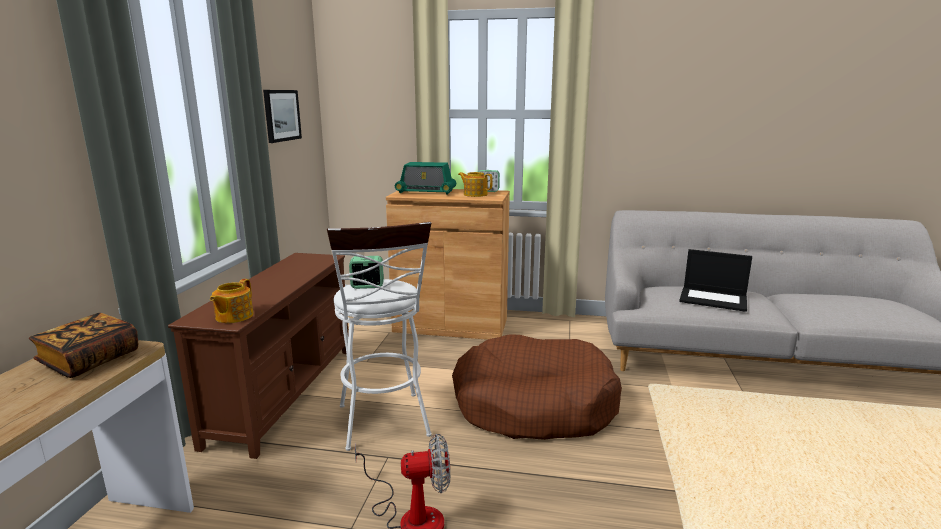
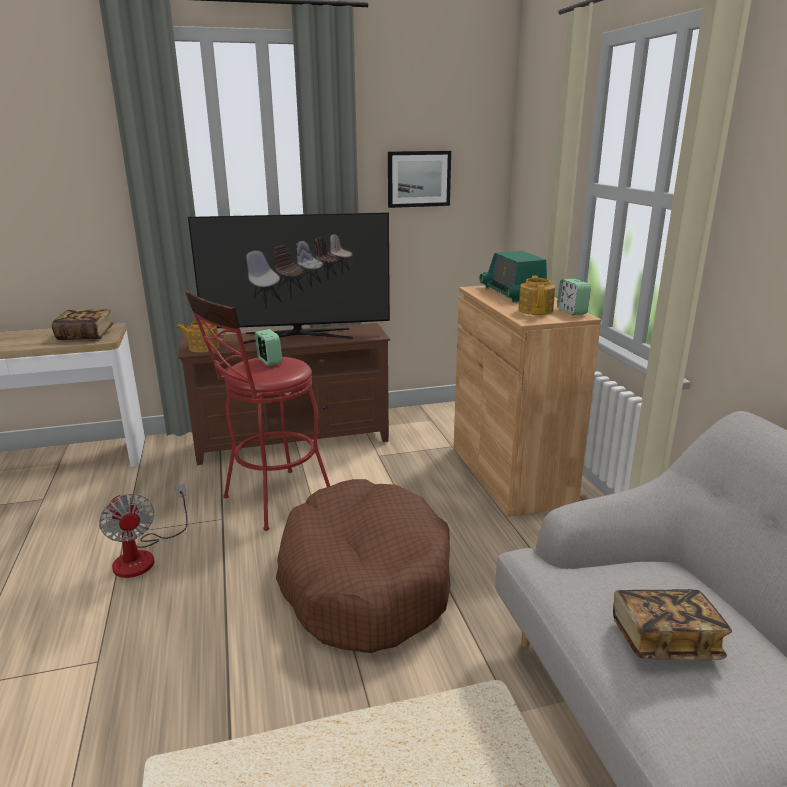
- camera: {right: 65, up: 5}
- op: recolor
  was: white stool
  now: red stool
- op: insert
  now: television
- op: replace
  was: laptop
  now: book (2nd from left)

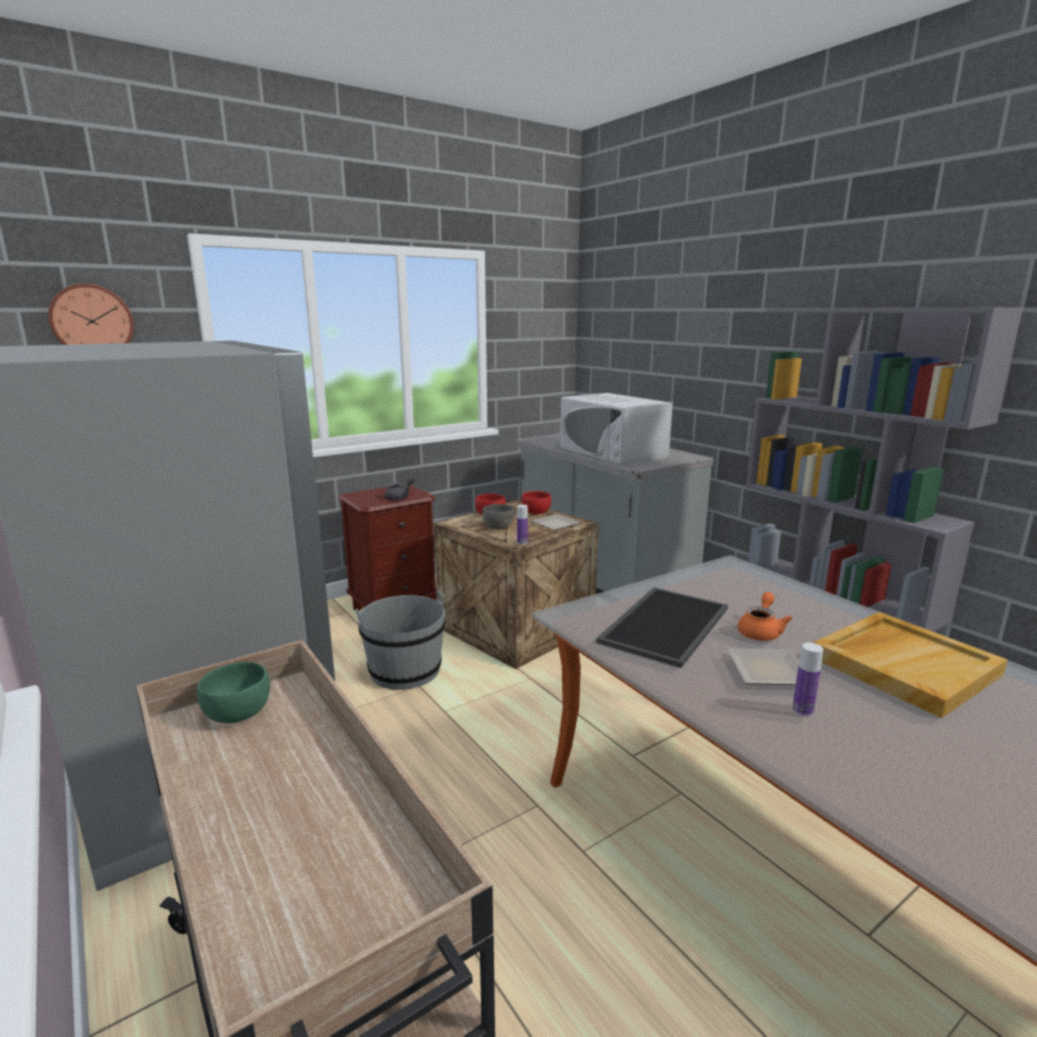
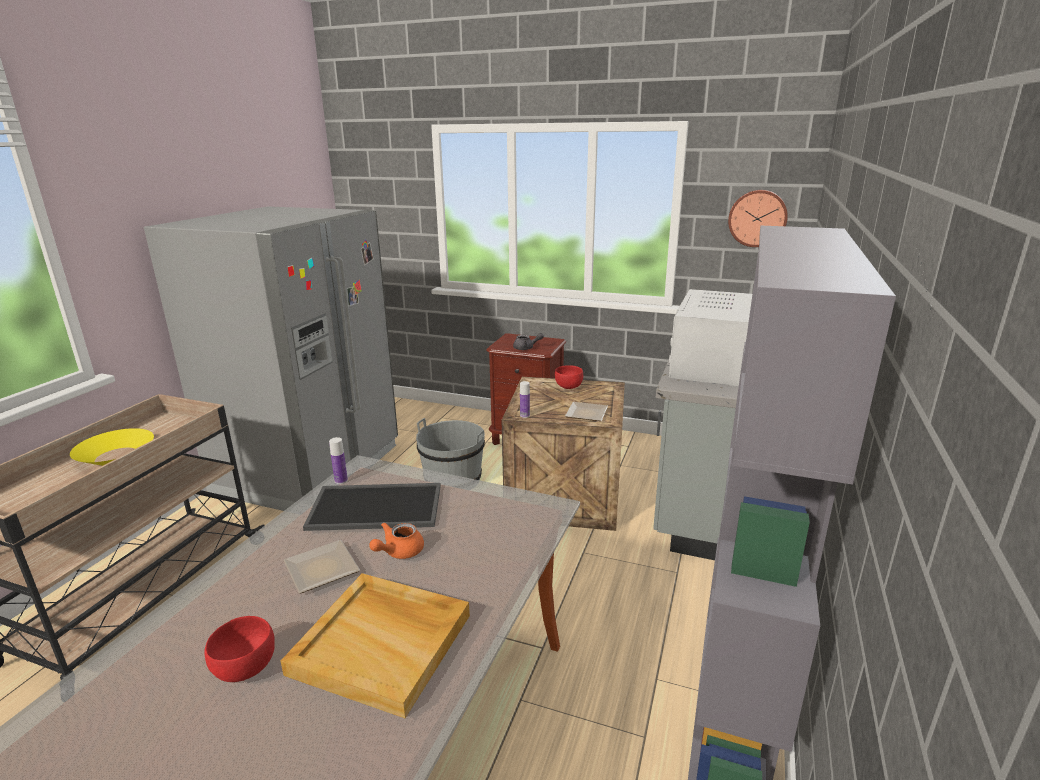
- camera: {right: 55, up: 5}
- op: insert
  now: yellow bowl
- op: move
  was: red bowl (2nd from left in the first image)
  now: red bowl (1st from left)
- op: move
  was: bottle (2nd from left in the first image)
  now: bottle (1st from left)
- op: rotate
  was: orange teapot
  clockwise: 135
- op: move
  was: wall clock
- op: delete
  was: green bowl
- op: delete
  was: grey bowl

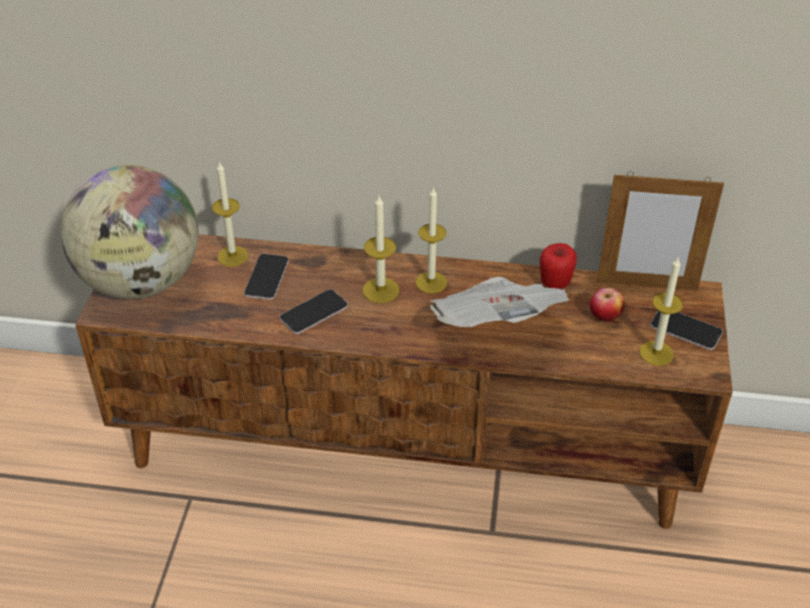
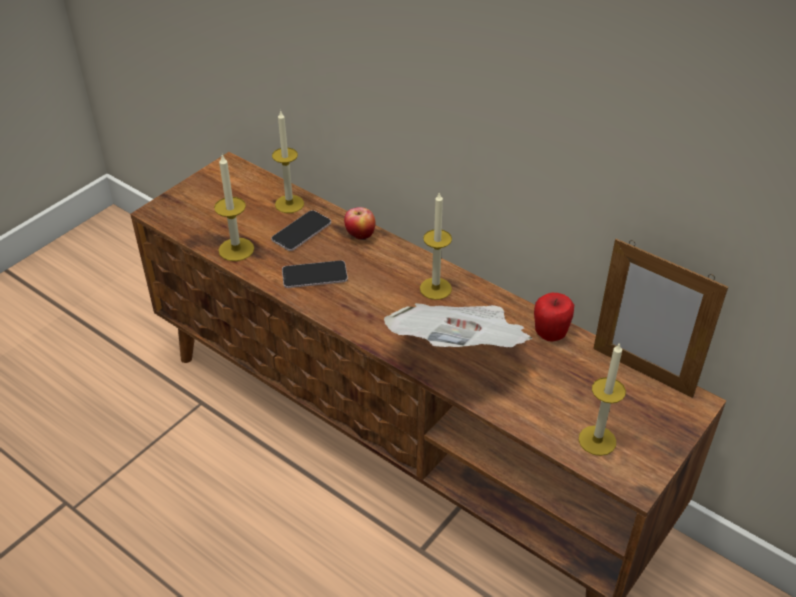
- camera: {right: 30, up: 0}
- op: move
  was: candle (2nd from left in the first image)
  now: candle (1st from left)
- op: move
  was: apple (2nd from left in the first image)
  now: apple (1st from left)
- op: delete
  was: globe
- op: delete
  was: phone (3rd from left)

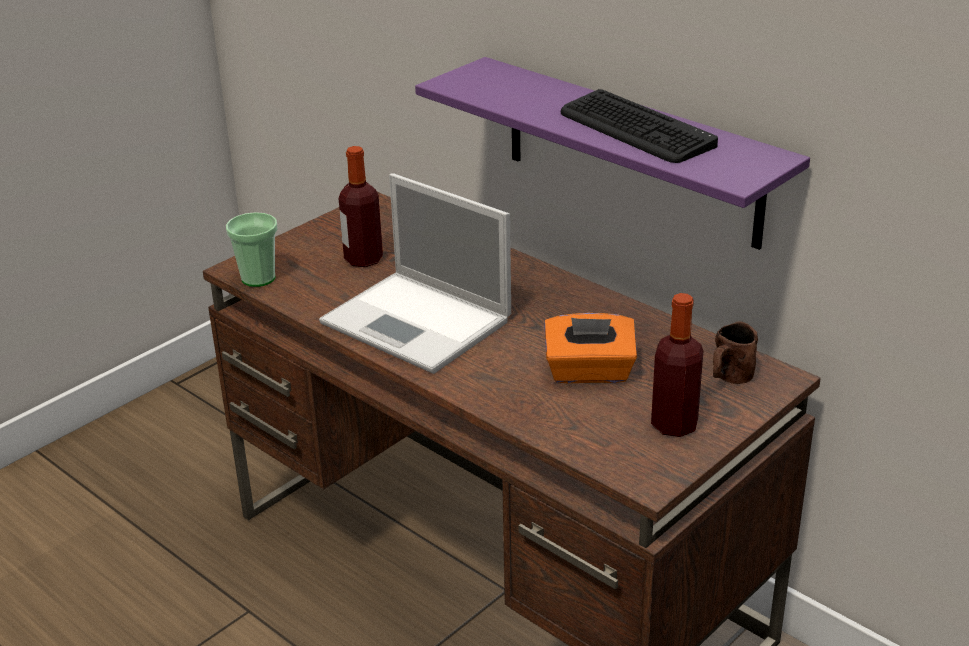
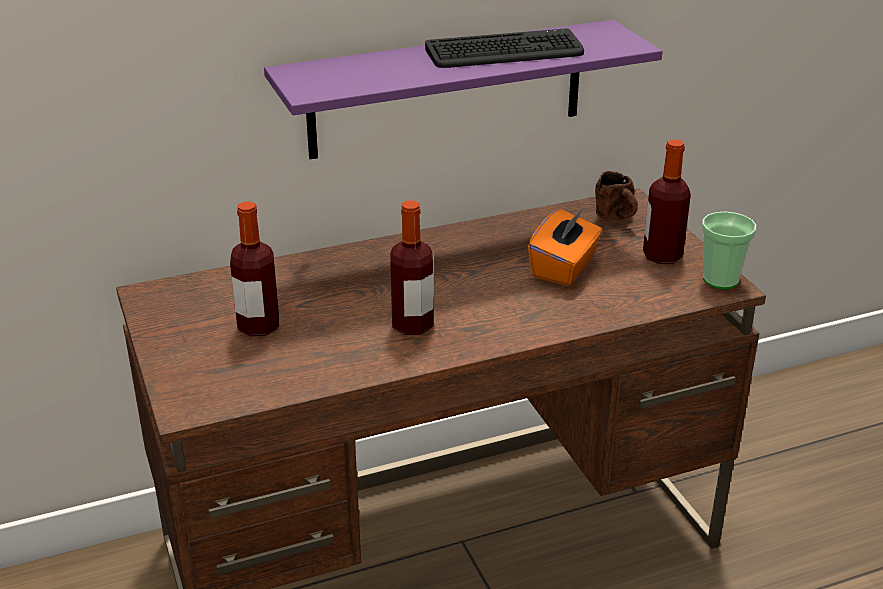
- camera: {right: -65, up: 0}
- op: replace
  was: laptop
  now: bottle (2nd from left)
- op: move
  was: cup

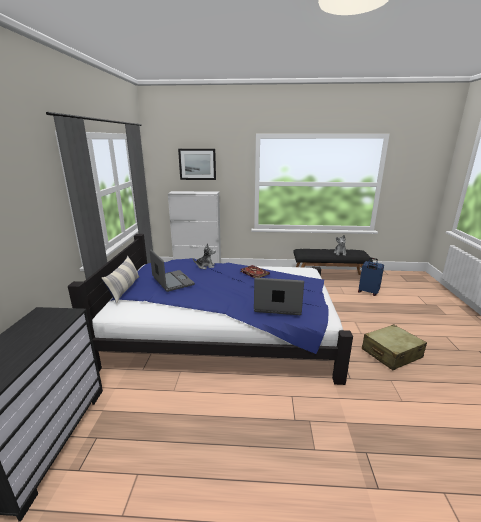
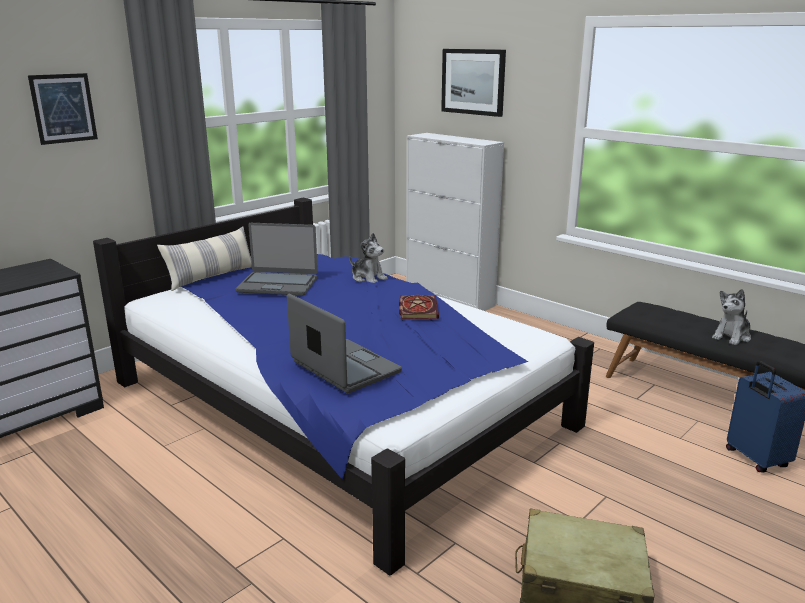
- camera: {right: 40, up: 0}
- op: insert
  now: picture (1st from left)
- op: rotate
  was: laptop (1st from left)
  clockwise: 90

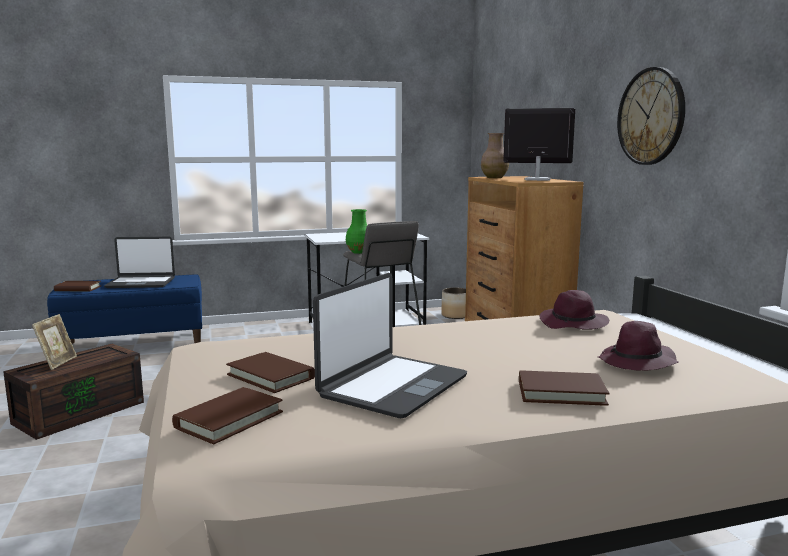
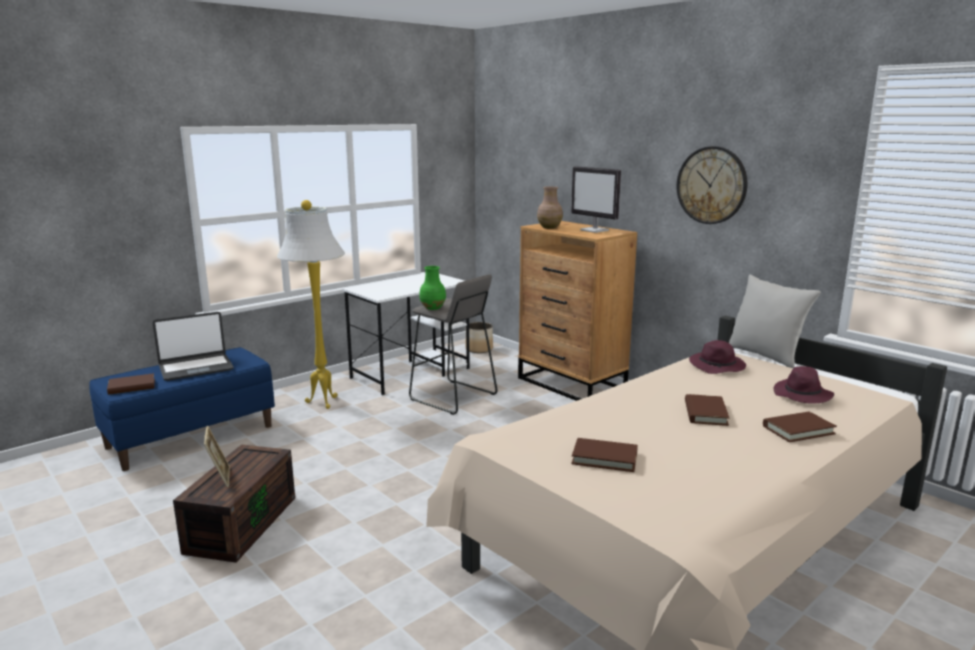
- camera: {right: -25, up: 5}
- op: insert
  now: white floor lamp
- op: rotate
  was: monitor
  clockwise: -120
- op: move
  was: brown book (2nd from left in the first image)
  now: brown book (3rd from left)
- op: insert
  now: grey pillow
- op: delete
  was: laptop (2nd from left)

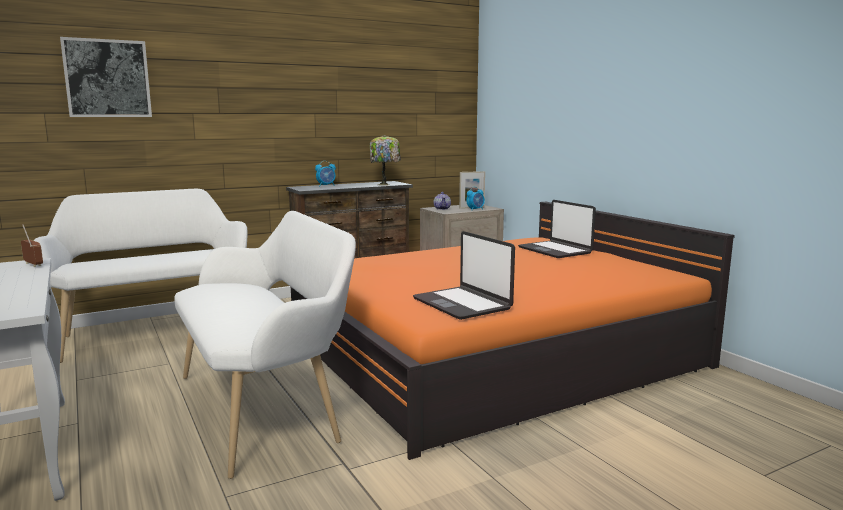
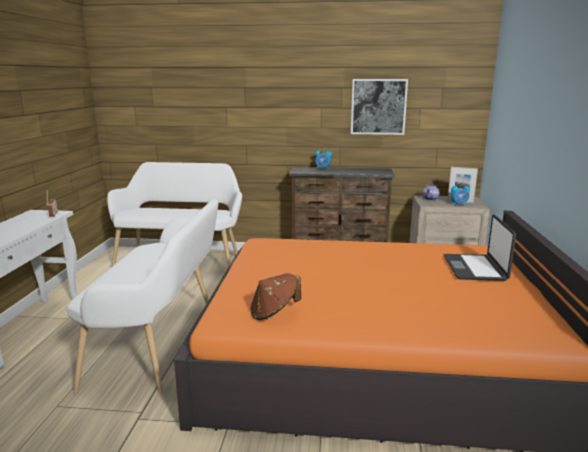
- camera: {right: 35, up: 5}
- op: replace
  was: laptop (1st from left)
  now: brown hat
- op: move
  was: picture
- op: delete
  was: table lamp

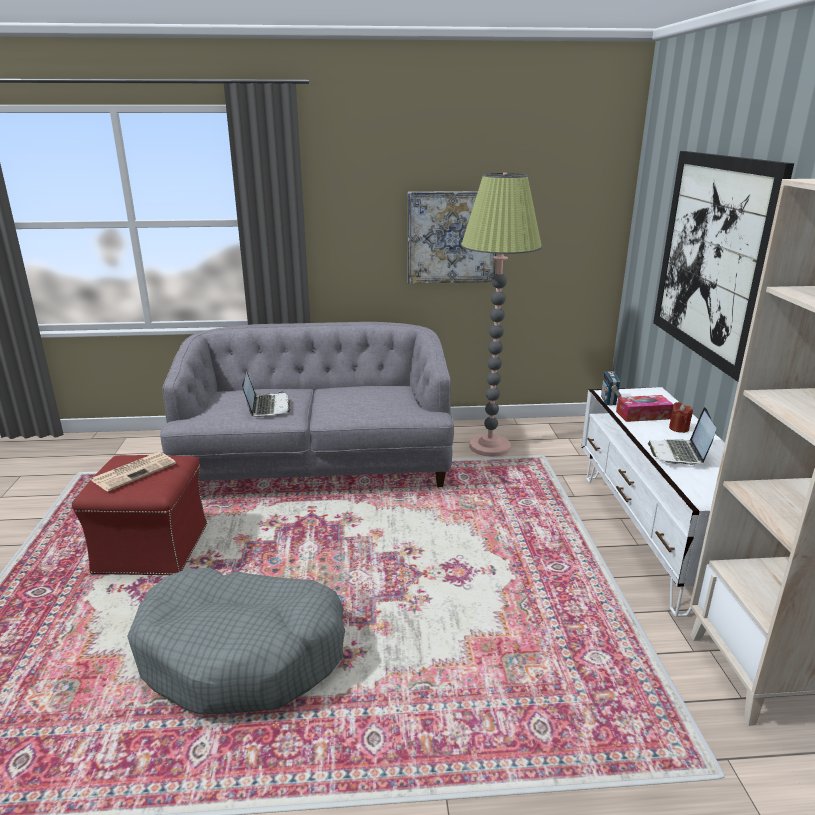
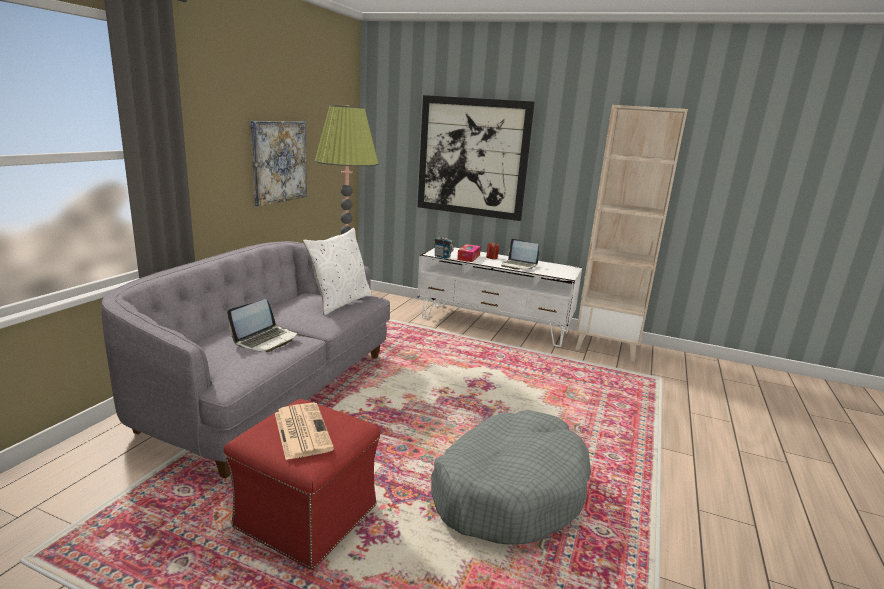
- camera: {right: -65, up: -5}
- op: rotate
  was: laptop (1st from left)
  clockwise: 105
- op: insert
  now: white pillow

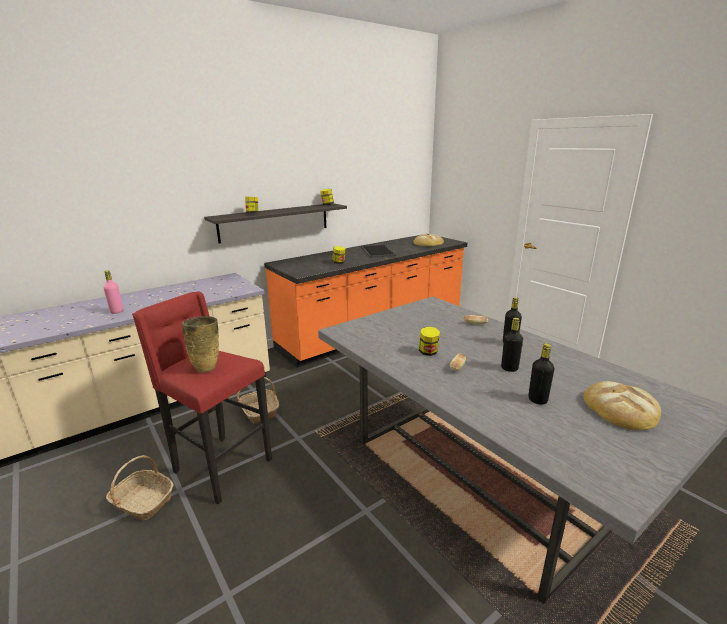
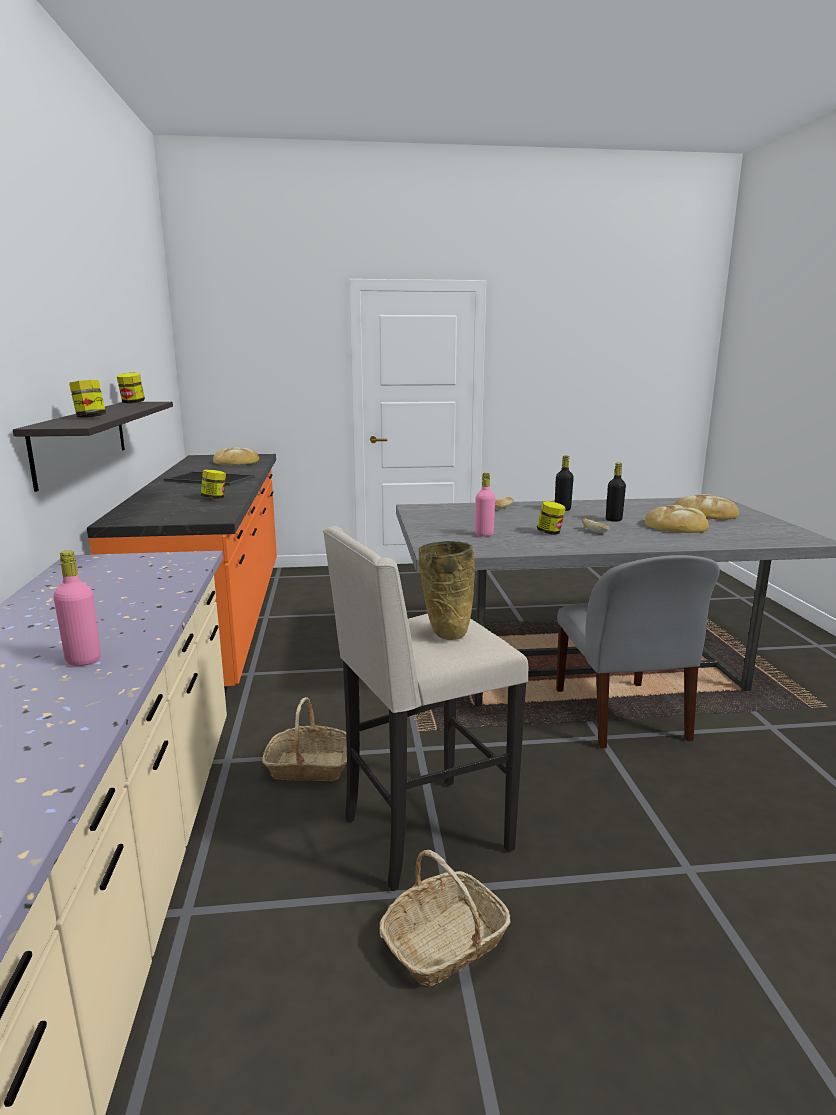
- camera: {right: -60, up: -5}
- op: recolor
  was: red stool
  now: beige stool
- op: insert
  now: pink bottle (2nd from left)
- op: insert
  now: grey chair
- op: replace
  was: black bottle (3rd from left)
  now: bread (4th from left)

